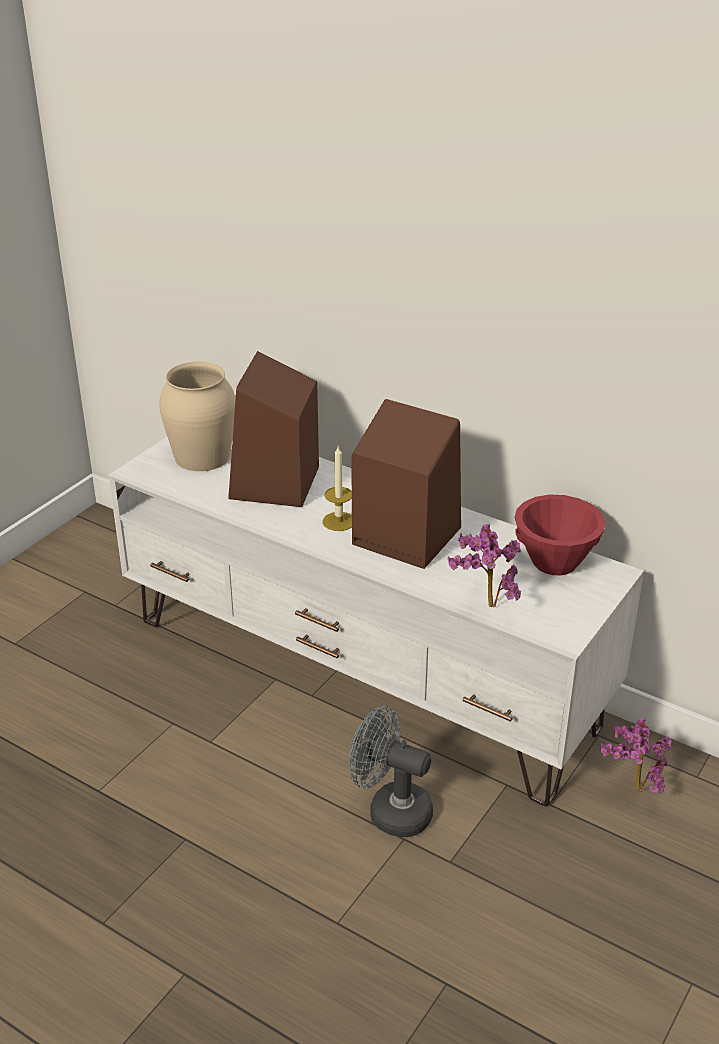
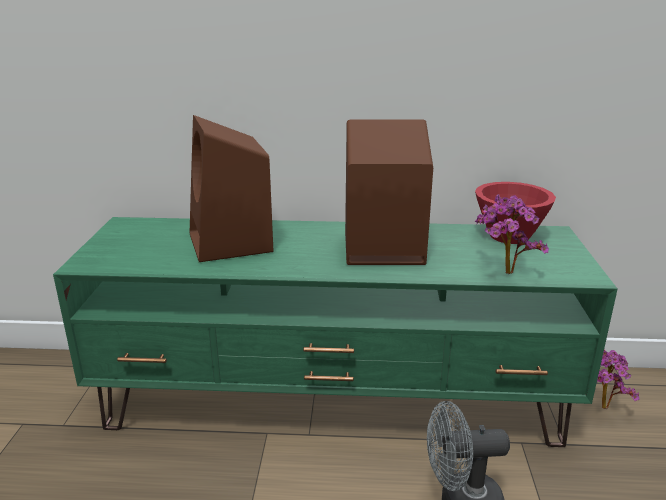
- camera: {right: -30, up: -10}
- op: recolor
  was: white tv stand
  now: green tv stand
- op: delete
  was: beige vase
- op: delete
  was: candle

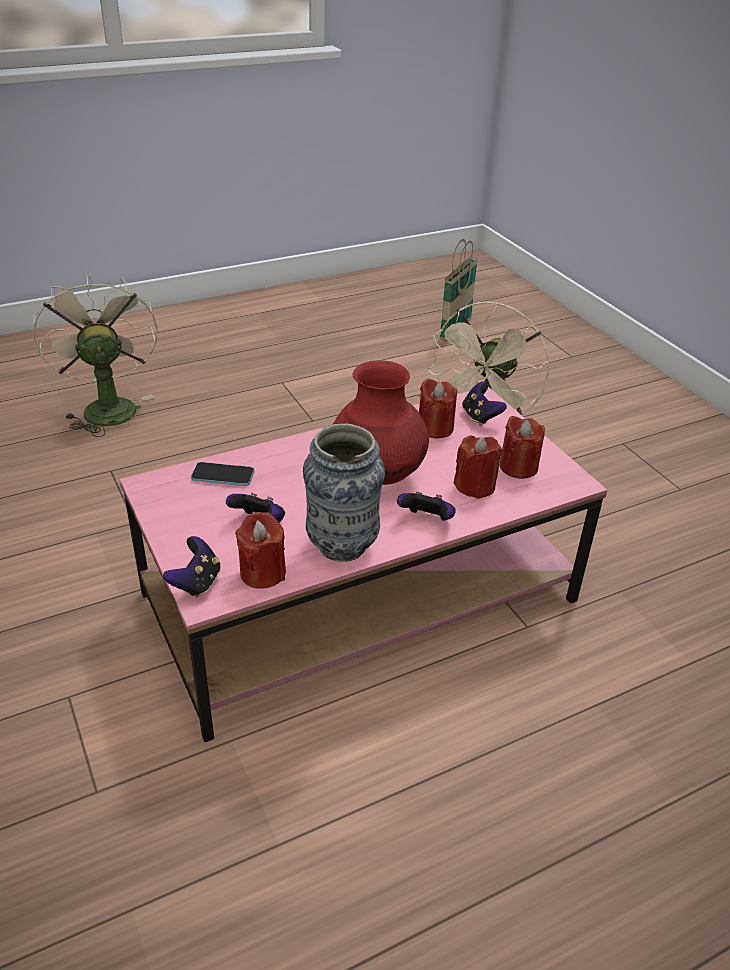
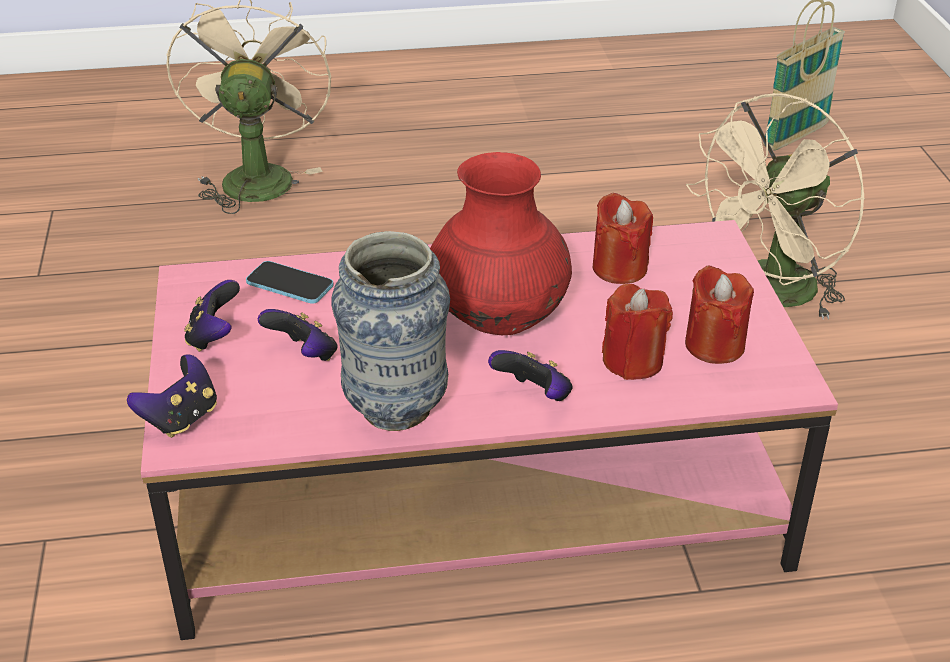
- camera: {right: 20, up: 0}
- op: move
  was: game controller (4th from left in the first image)
  now: game controller (2nd from left)
- op: delete
  was: red candle (1st from left)

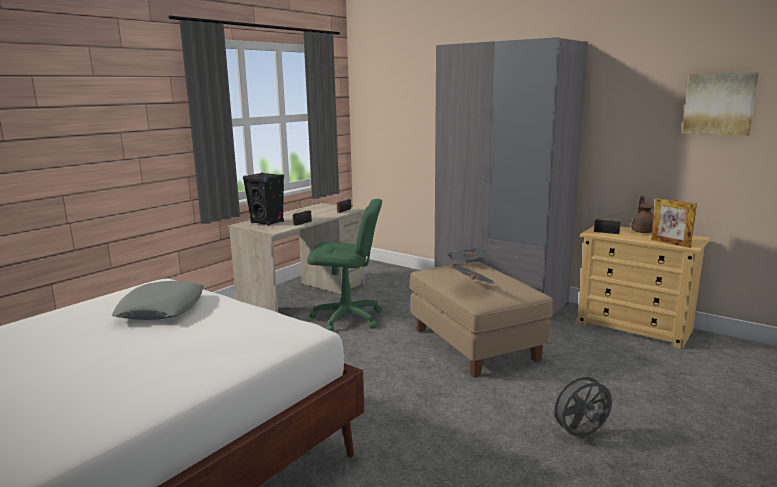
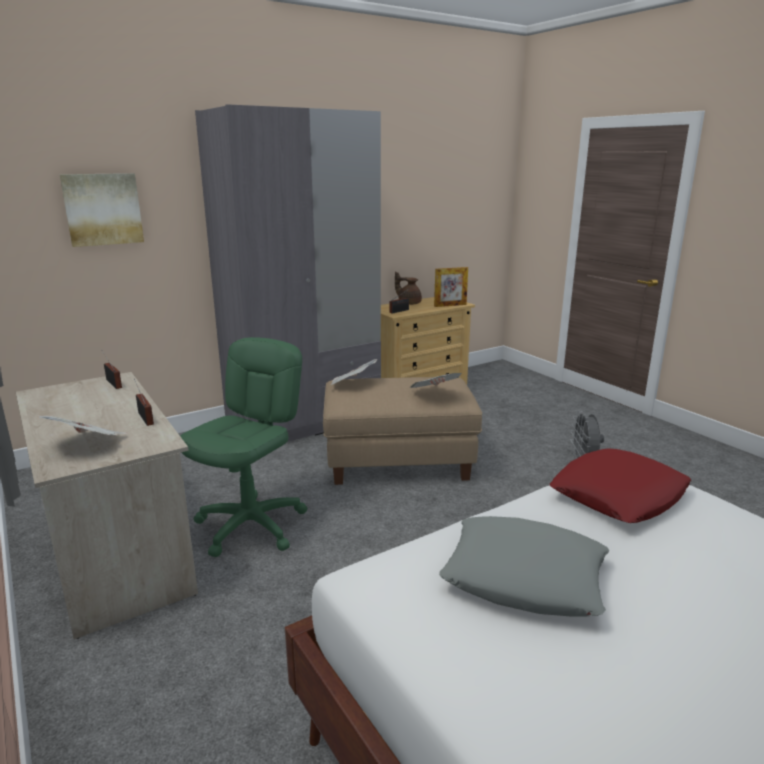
- camera: {right: -70, up: 5}
- op: replace
  was: black speaker
  now: newspaper (1st from left)
- op: move
  was: picture
- op: insert
  now: red pillow

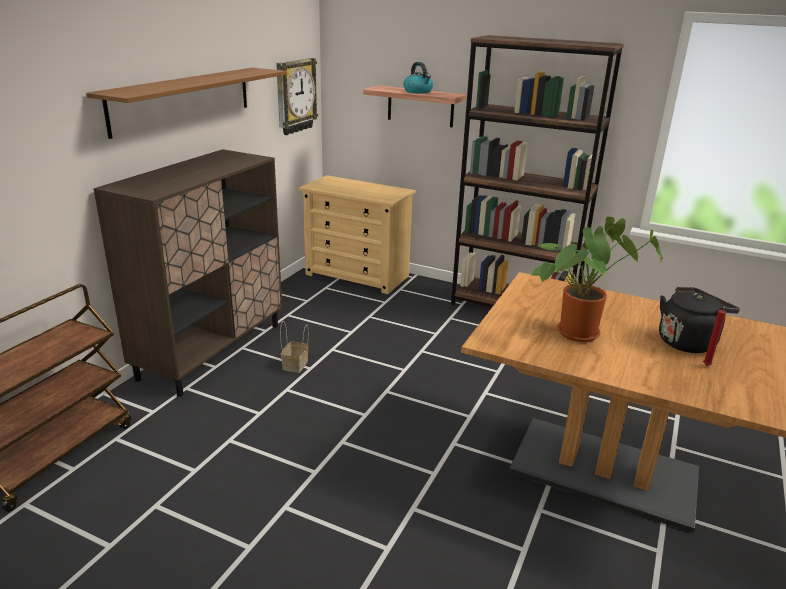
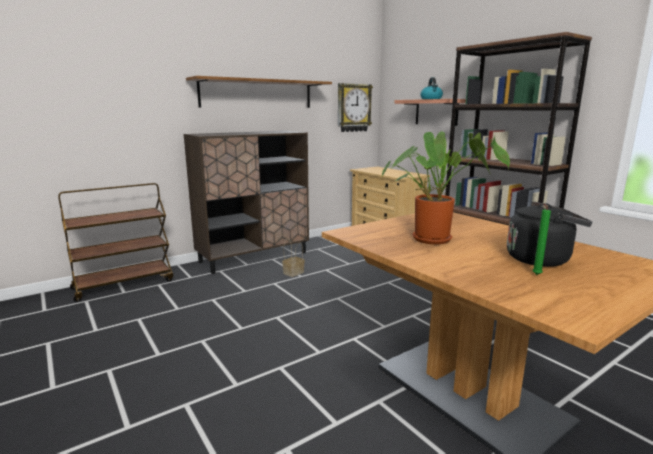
- camera: {right: 30, up: -10}
- op: recolor
  was: red candle
  now: green candle

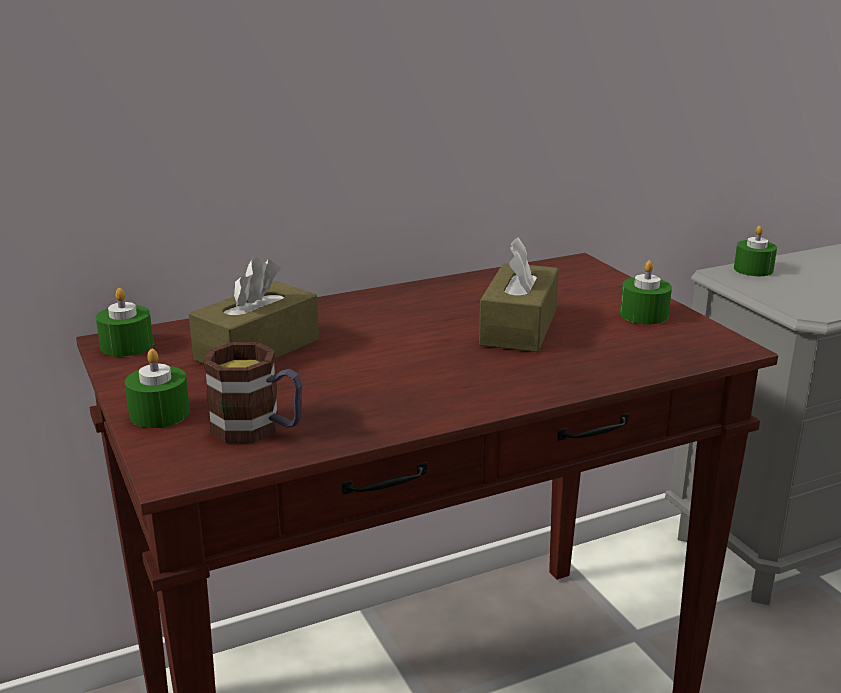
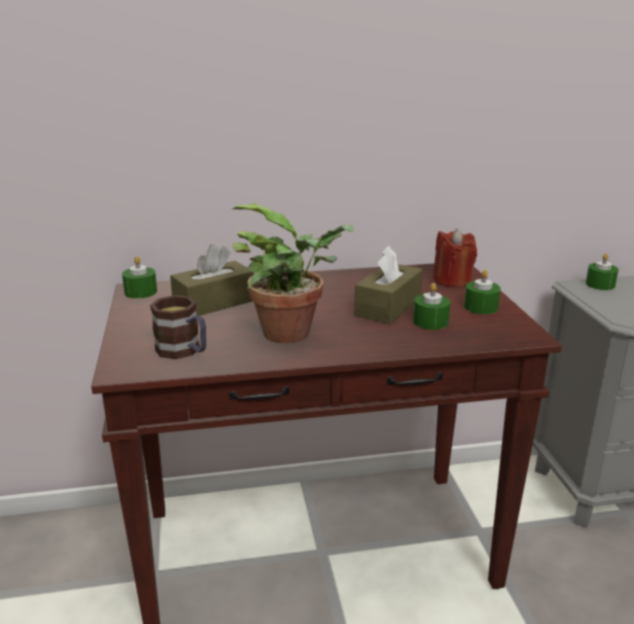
- camera: {right: 15, up: 0}
- op: insert
  now: potted plant
- op: move
  was: green candle (2nd from left)
- op: insert
  now: red candle

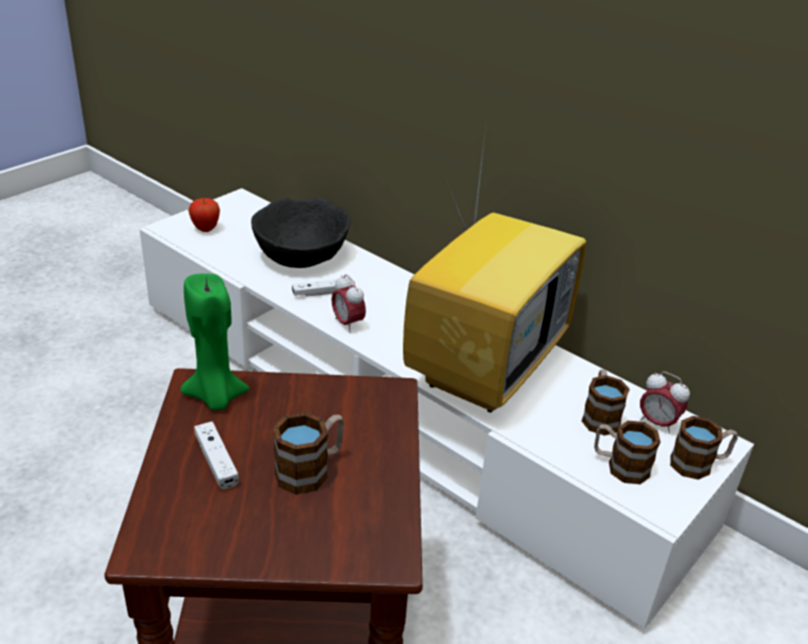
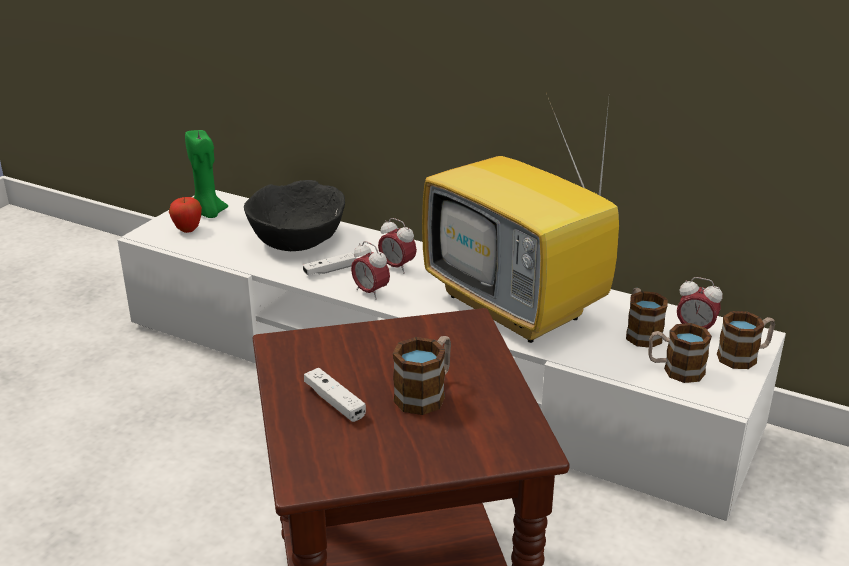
- camera: {right: -10, up: -5}
- op: move
  was: green candle
- op: insert
  now: alarm clock (2nd from left)
- op: rotate
  was: television
  clockwise: 120

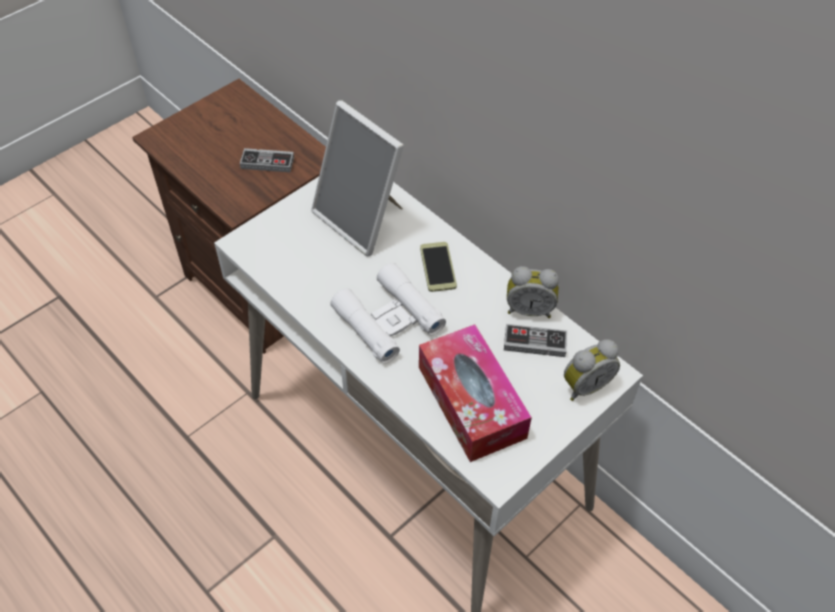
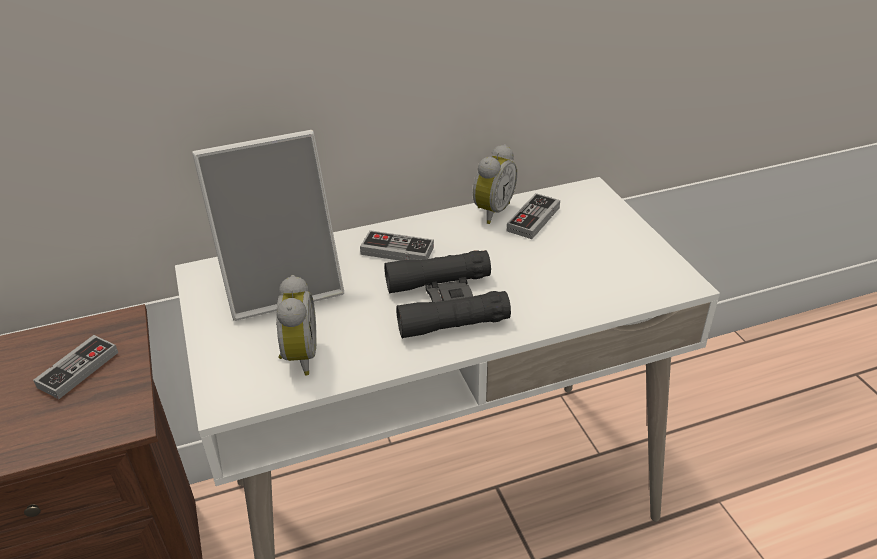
- camera: {right: -65, up: -15}
- op: move
  was: alarm clock (2nd from left in the first image)
  now: alarm clock (1st from left)
- op: replace
  was: phone
  now: game controller (2nd from left)
- op: recolor
  was: white binoculars
  now: black binoculars
- op: delete
  was: tissue box

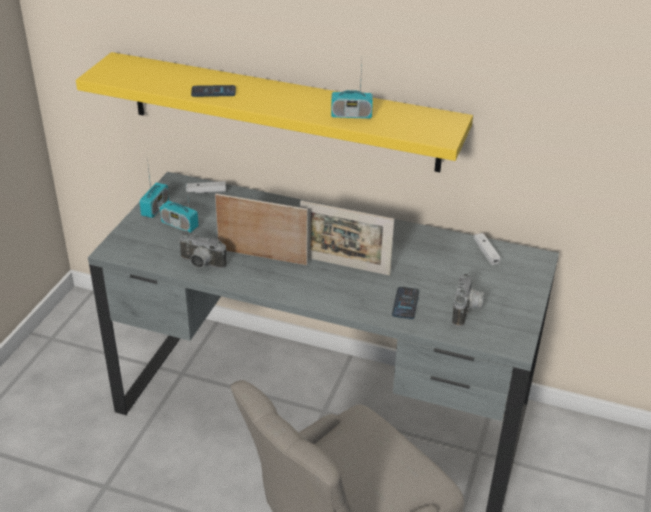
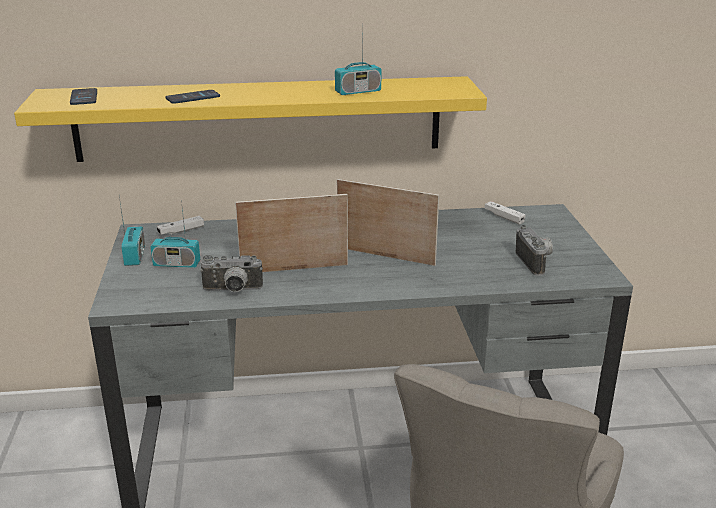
- camera: {right: -25, up: -10}
- op: move
  was: phone (2nd from left in the first image)
  now: phone (1st from left)
- op: rotate
  was: picture frame (2nd from left)
  clockwise: -150

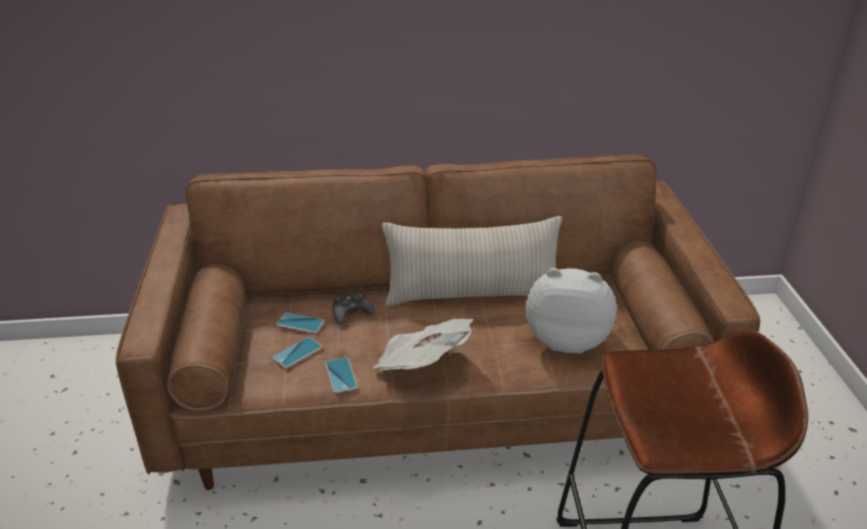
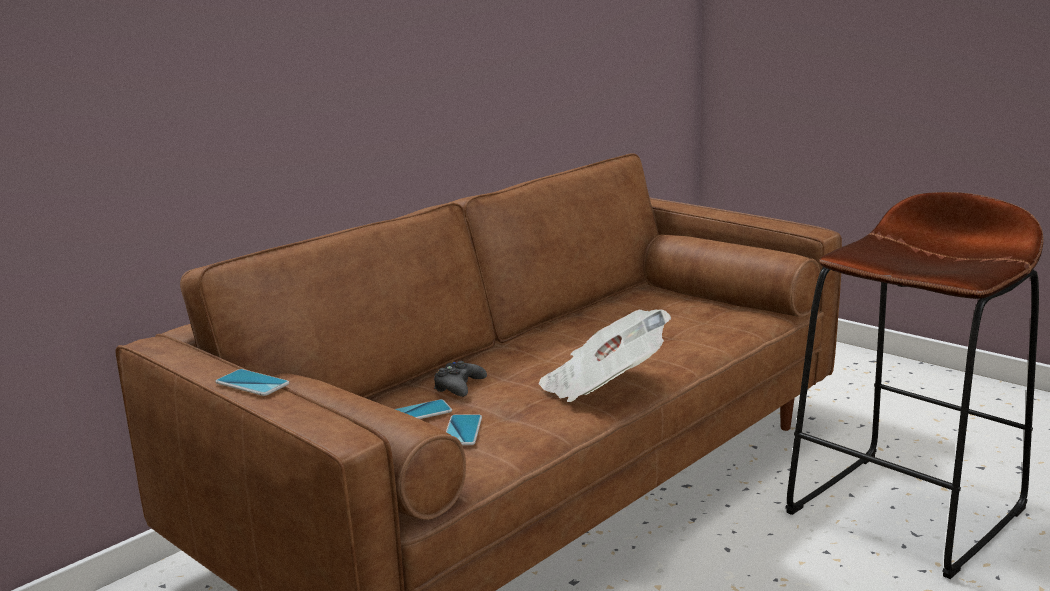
- camera: {right: -40, up: -15}
- op: move
  was: phone (3rd from left in the first image)
  now: phone (1st from left)
- op: delete
  was: beige pillow
- op: delete
  was: plush toy

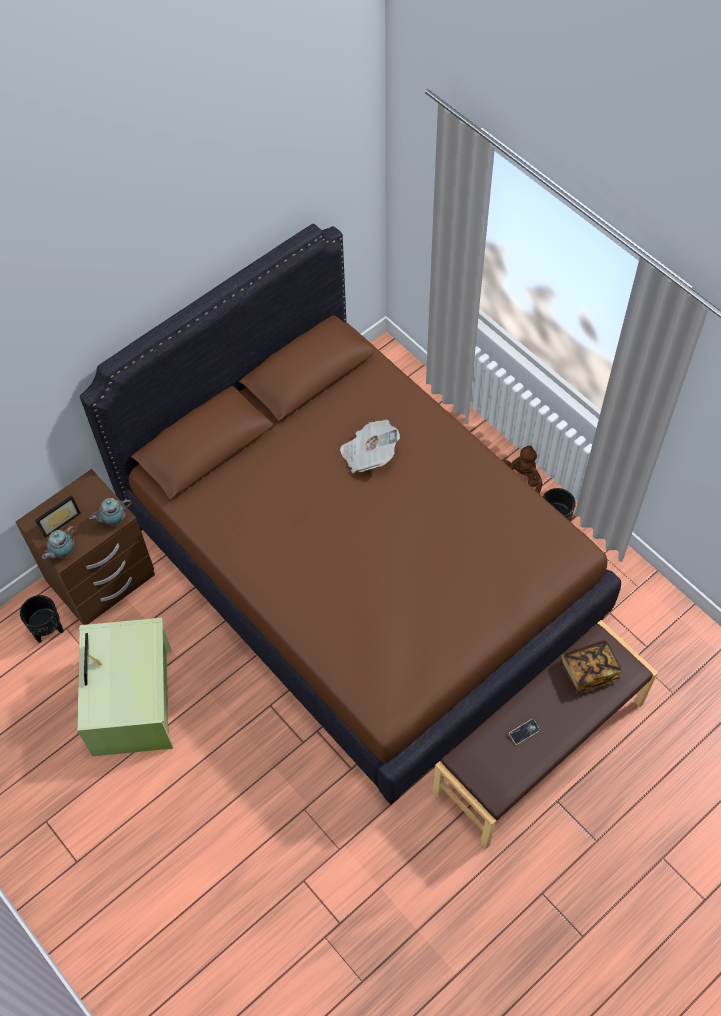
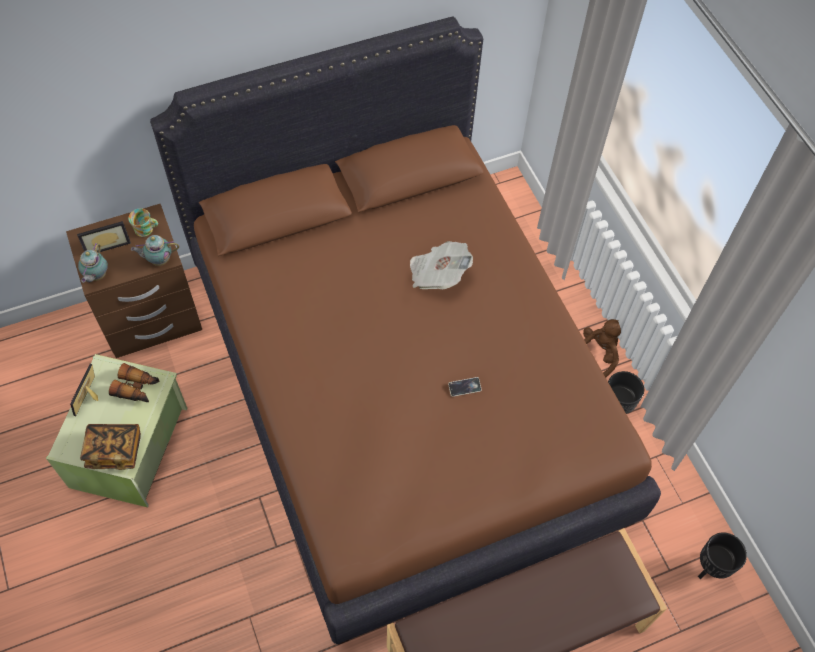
- camera: {right: 15, up: 0}
- op: rotate
  was: teapot (1st from left)
  clockwise: -45
- op: move
  was: book
- op: insert
  now: binoculars
- op: insert
  now: mug
- op: move
  was: phone
- op: move
  was: black planter (1st from left in the first image)
  now: black planter (2nd from left)

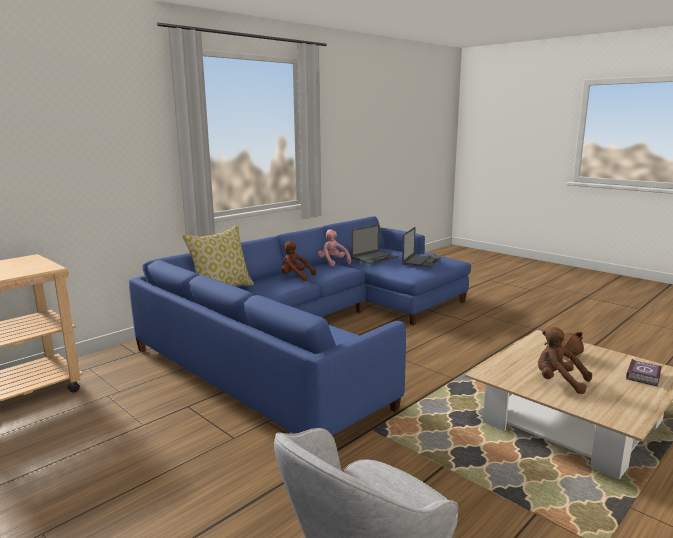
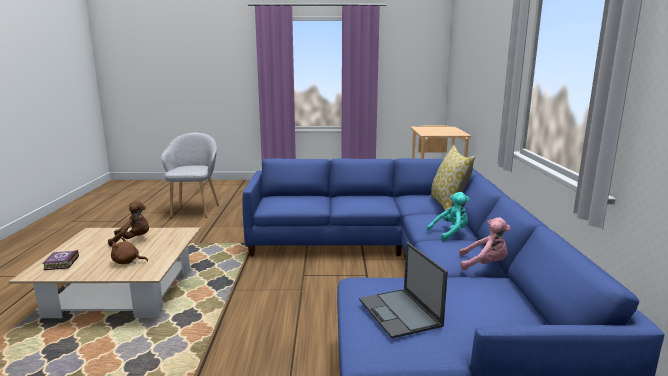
- camera: {right: 135, up: 0}
- op: recolor
  was: brown plush toy (1st from left)
  now: turquoise plush toy
- op: delete
  was: laptop (1st from left)

